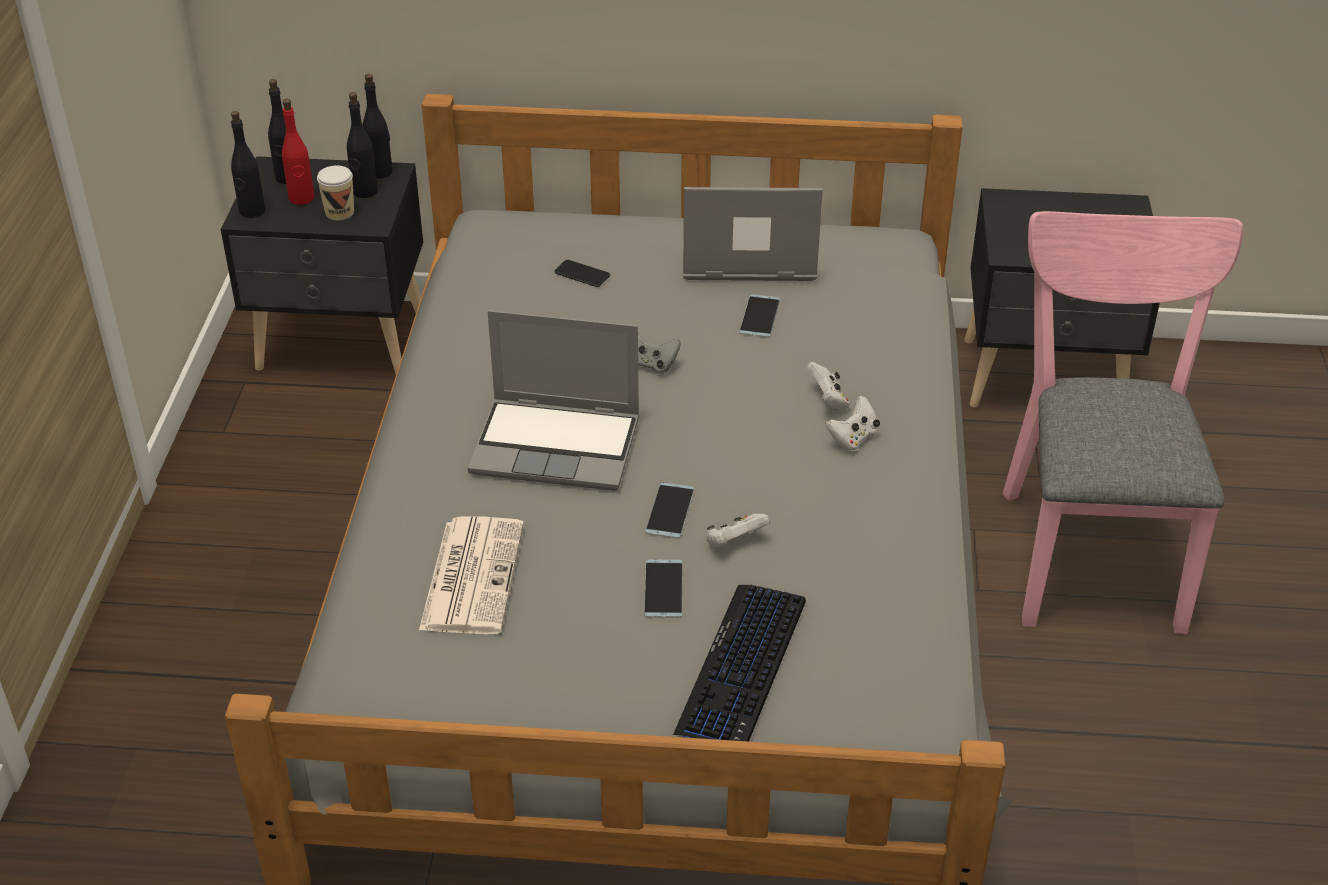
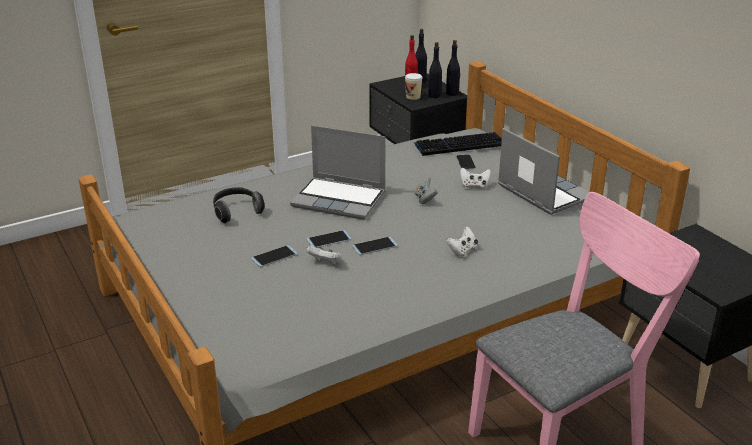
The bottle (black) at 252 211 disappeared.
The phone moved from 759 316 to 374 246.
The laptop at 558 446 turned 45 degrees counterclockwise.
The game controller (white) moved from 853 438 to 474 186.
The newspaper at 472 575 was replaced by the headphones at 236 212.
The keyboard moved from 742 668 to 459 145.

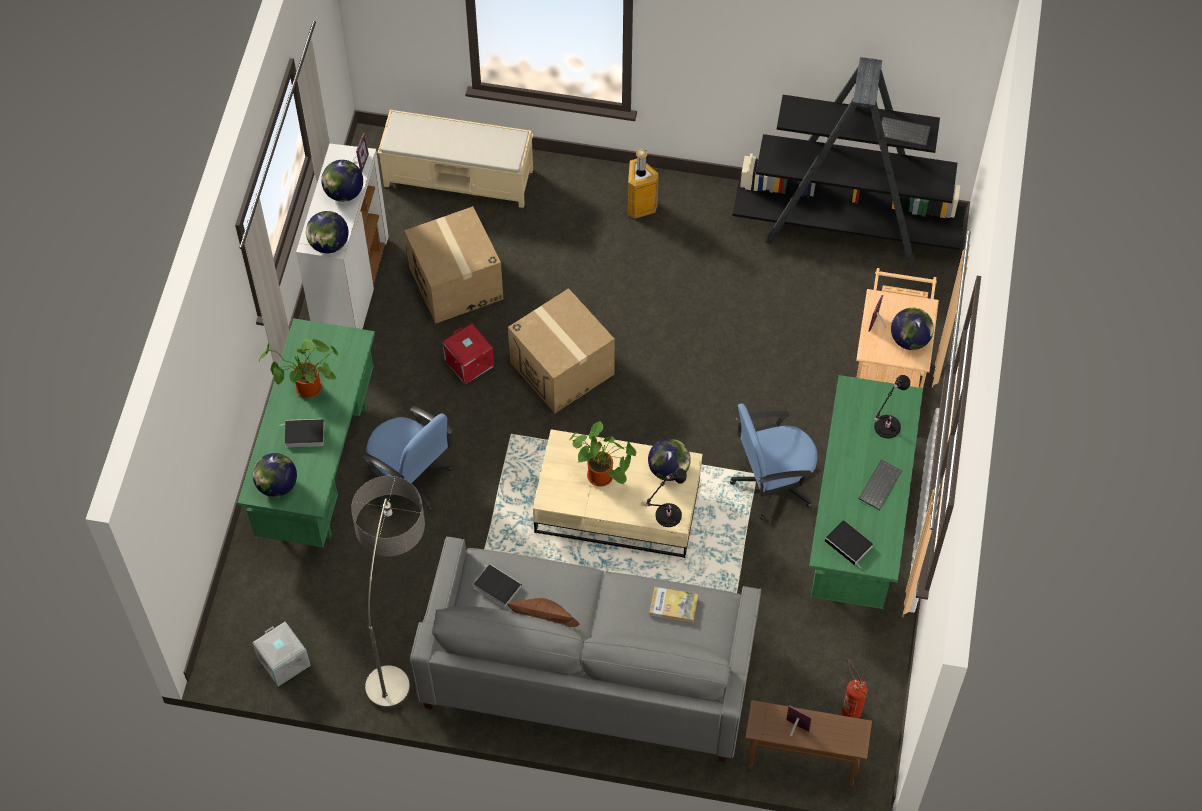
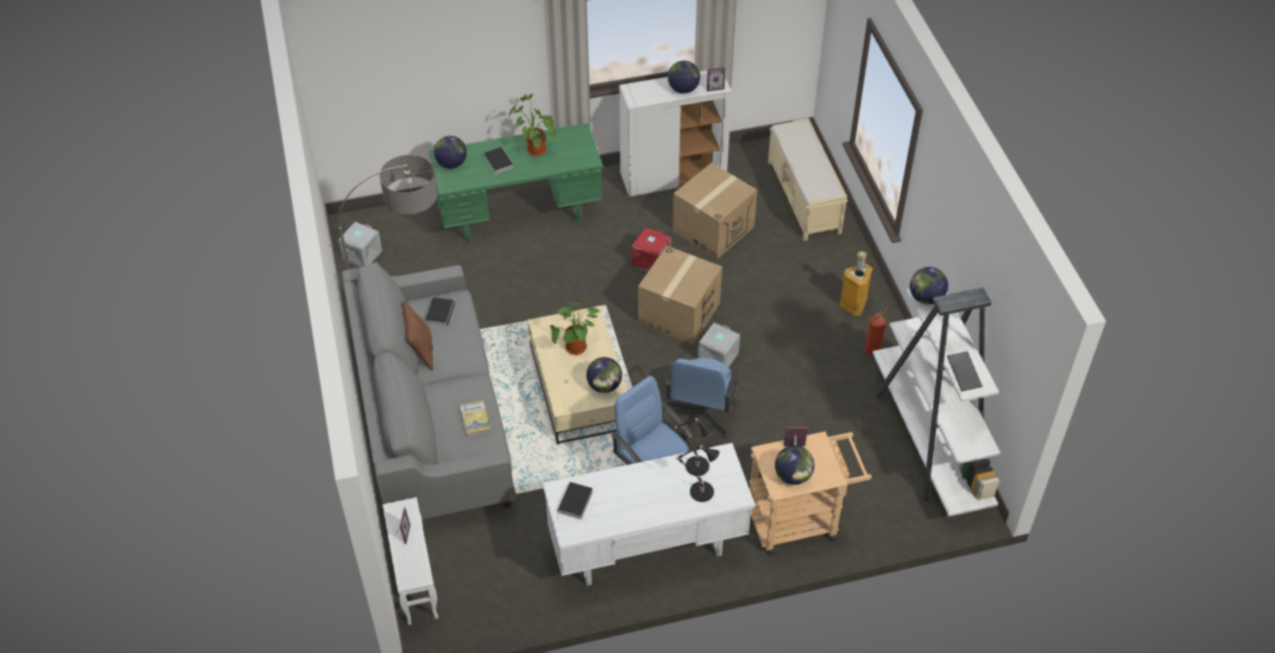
The bookcase (black) at 846 227 became the bookcase (white) at 929 442.
The globe moved from 329 244 to 926 298.
The desk (green) at 857 526 became the desk (white) at 646 548.
The office chair (blue) moved from 409 480 to 701 415.
The keyboard at 879 484 disappeared.
The table lamp (black) moved from 666 516 to 695 465.
The fire extinguisher moved from 848 707 to 874 348.
The side table (brown) at 802 761 became the side table (white) at 415 582.
The storage box (grey) at 718 358 appeared.

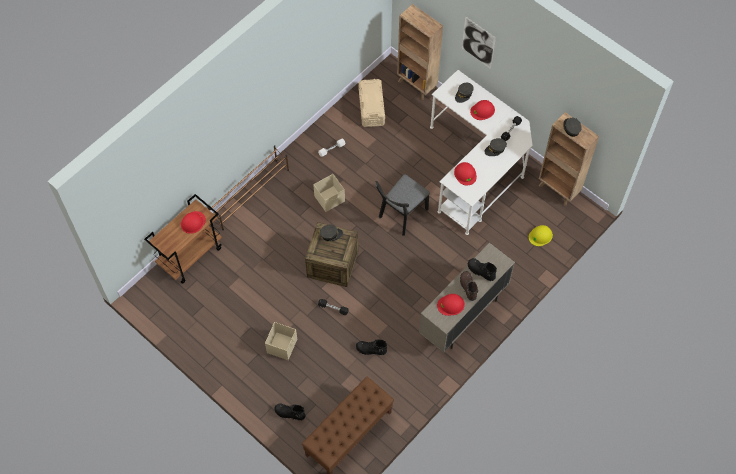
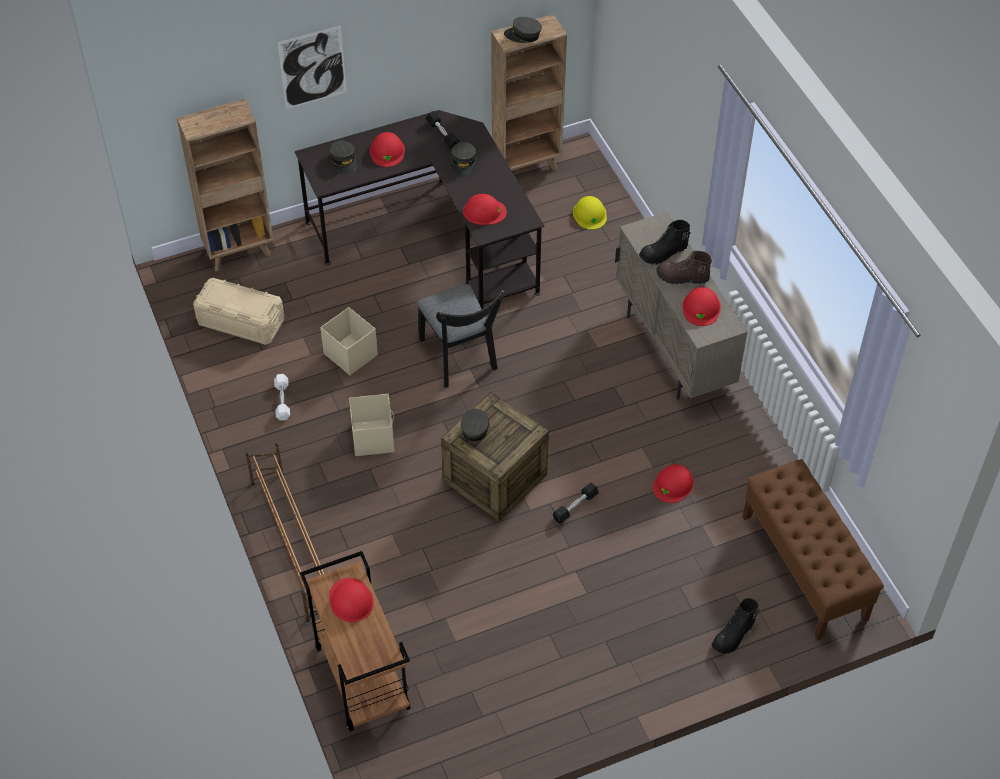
The desk (white) at 477 167 became the desk (black) at 432 237.
The storage box (beige) moved from 282 346 to 350 354.
The boot (black) at 371 350 was replaced by the hard hat (red) at 673 484.

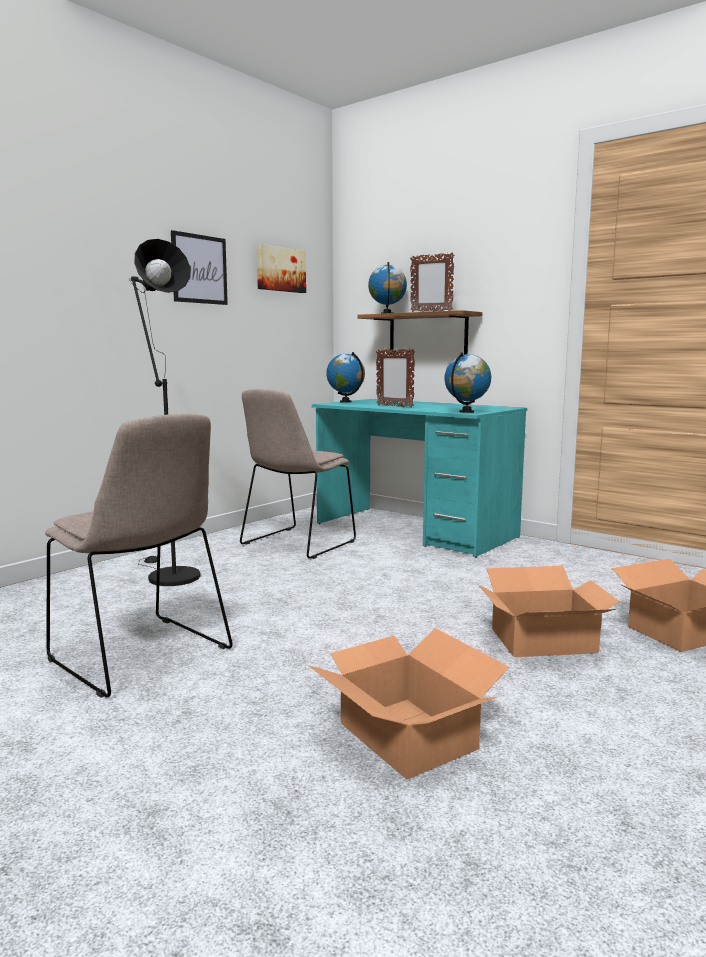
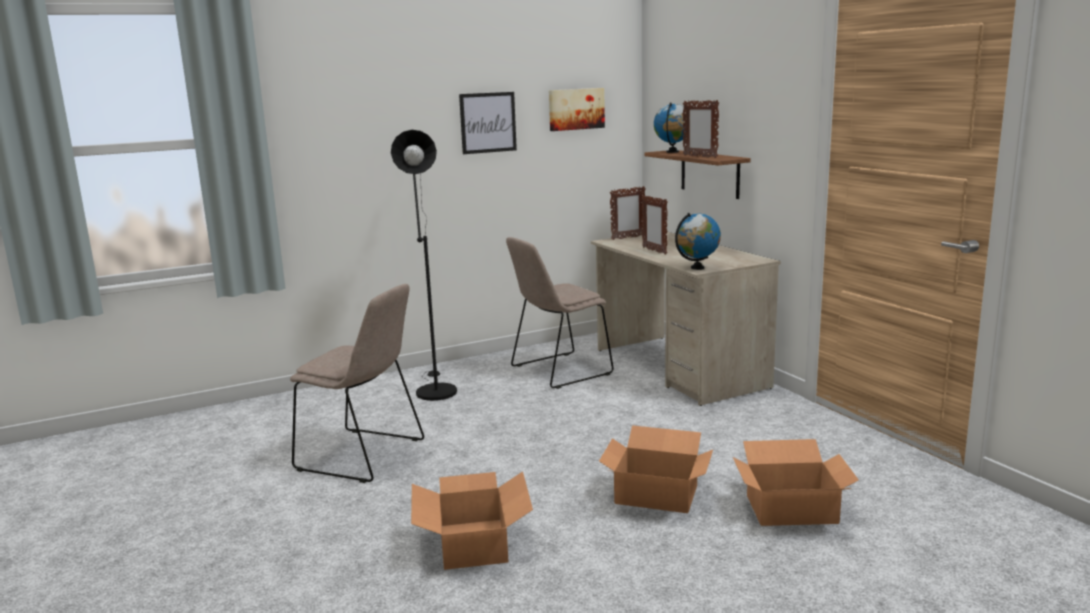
The globe at 345 402 was replaced by the picture frame at 628 238.
The desk (turquoise) at 414 530 became the desk (beige) at 678 368.
The chair (beige) at 142 656 turned 45 degrees counterclockwise.

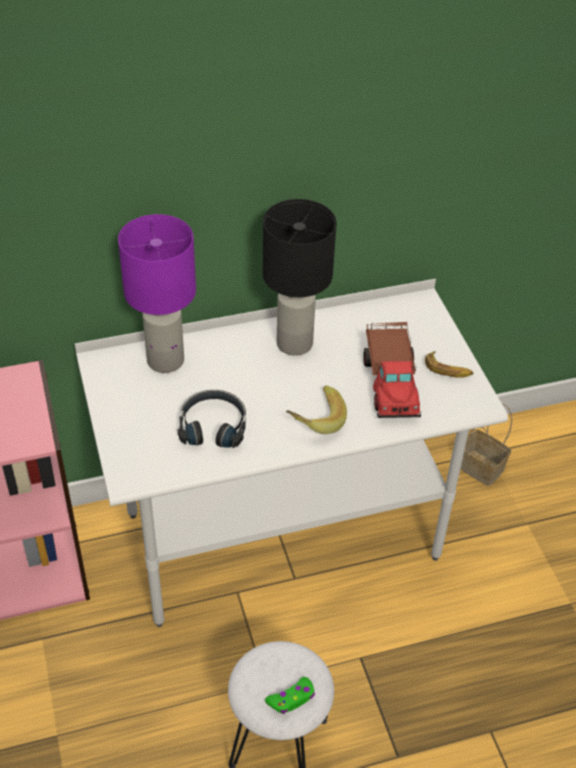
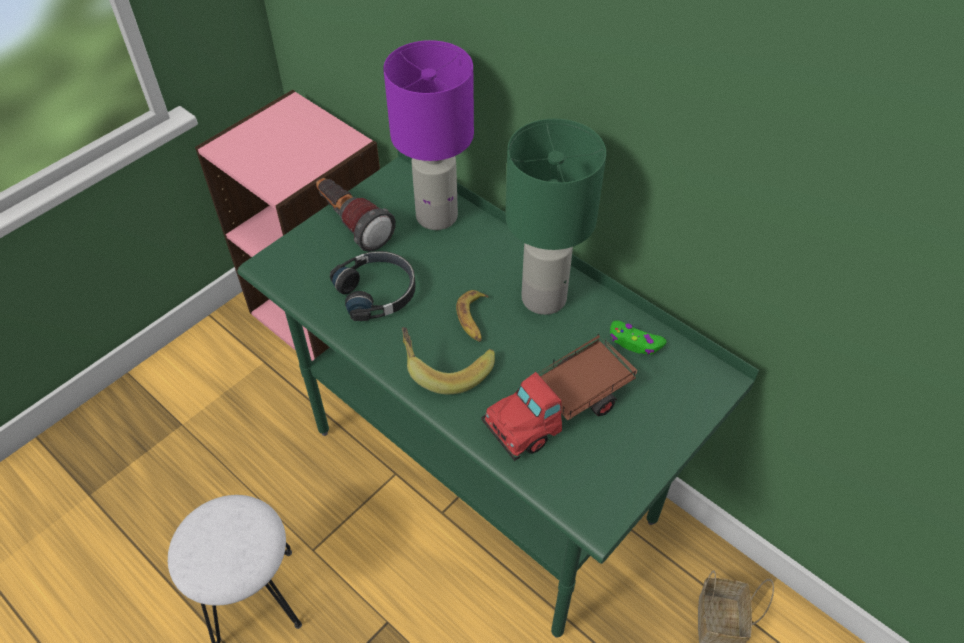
The table lamp (black) at 293 344 became the table lamp (green) at 542 297.
The desk (white) at 282 536 became the desk (green) at 483 475.
The banana moved from 448 369 to 474 320.
The game controller (green) moved from 291 699 to 635 342.
The flashlight at 352 224 appeared.

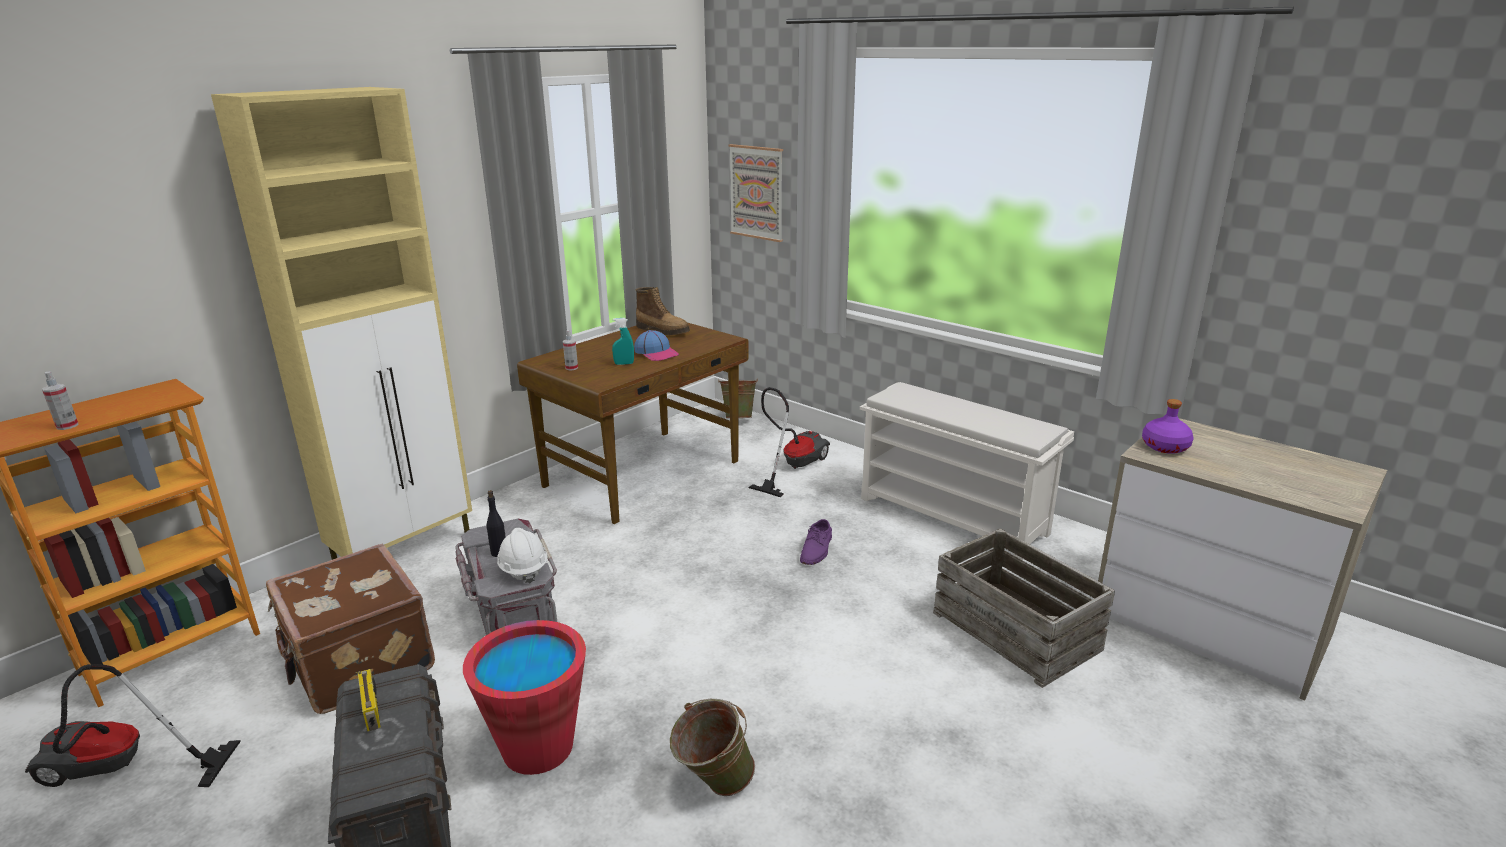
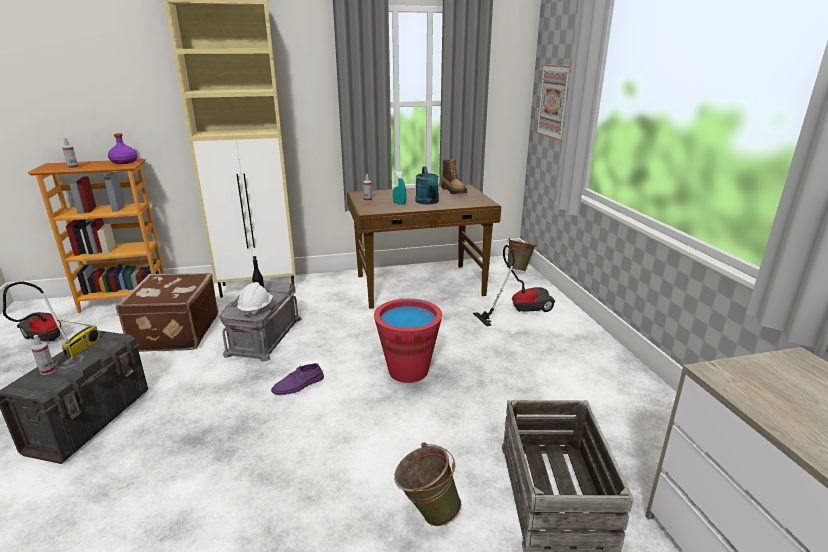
The cap at 657 353 was replaced by the watering can (turquoise) at 428 202.
The shoe rack (white) at 954 515 disappeared.
The bottle (purple) moved from 1165 447 to 124 162.
The shoe (purple) moved from 817 549 to 298 385.
The bucket (red) moved from 538 748 to 408 371.
The bucket (green) moved from 713 786 to 426 512.
The spray bottle at 48 371 appeared.

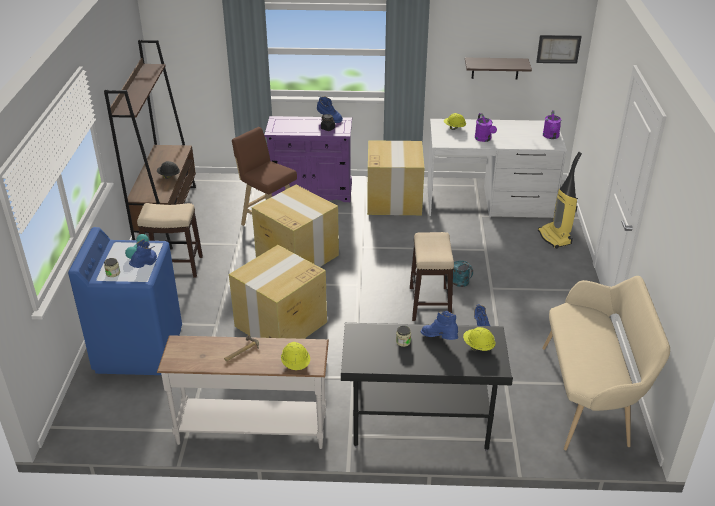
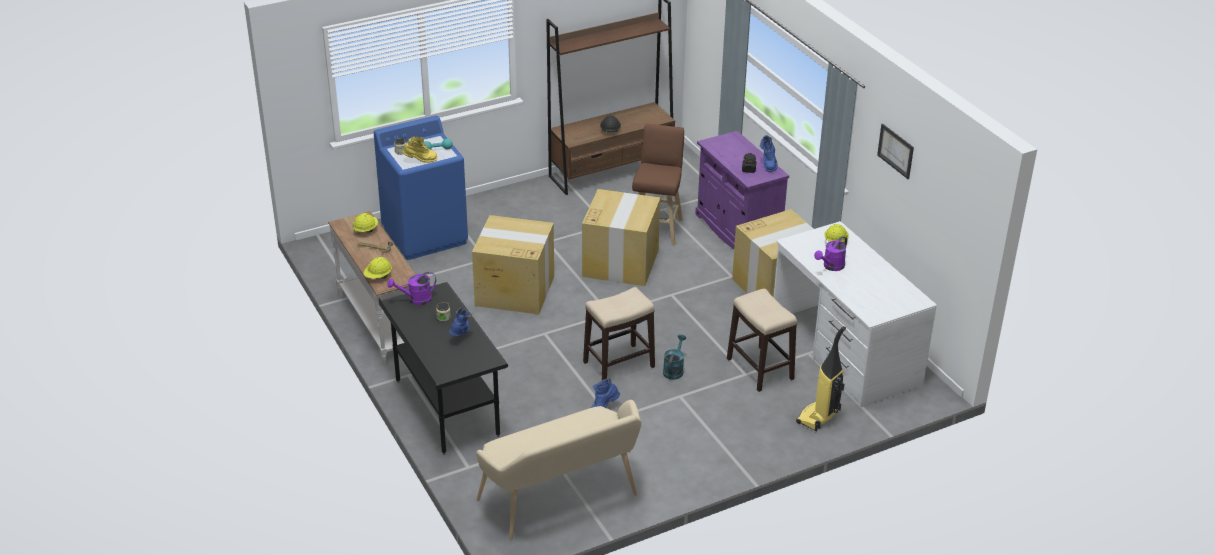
The picture moved from 558 49 to 896 151.
The shelf at 495 68 disappeared.
The watering can (purple) moved from 551 136 to 416 300.
The stool moved from 173 266 to 759 368.
The boot (blue) at 145 266 became the boot (yellow) at 420 161.
The hard hat (yellow) moved from 478 346 to 365 230.

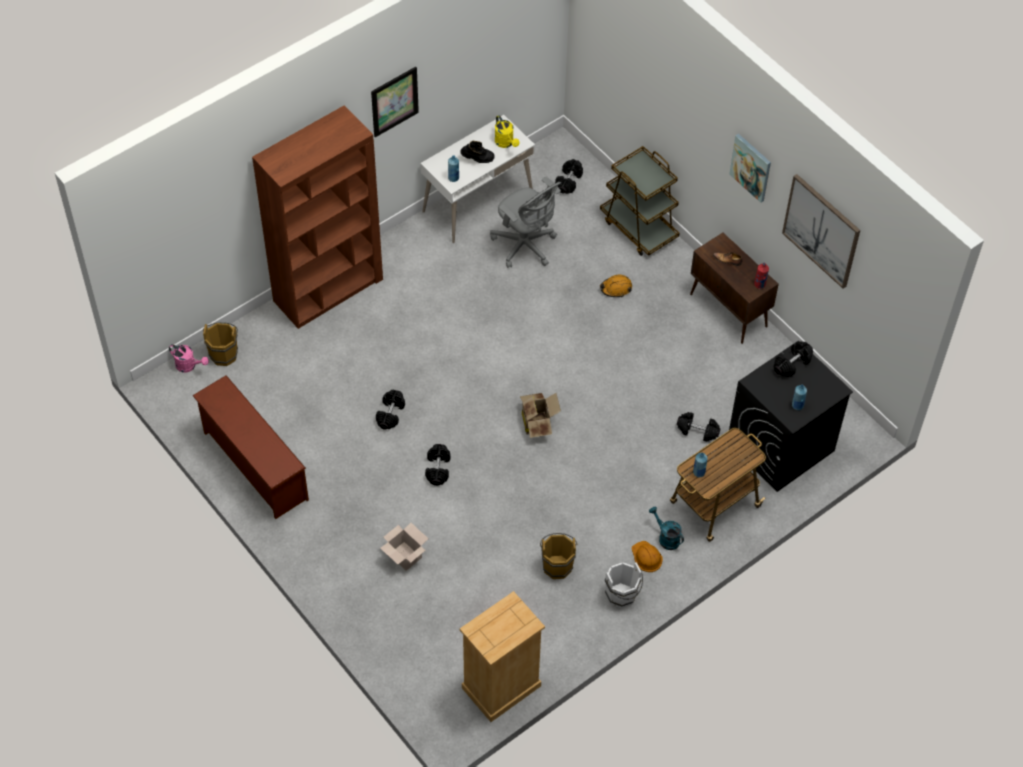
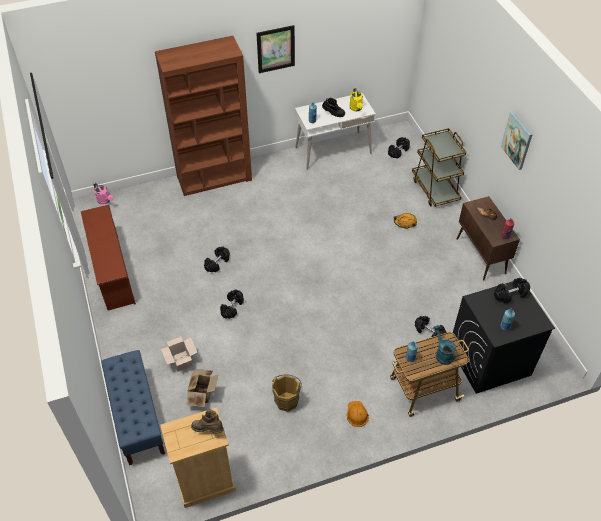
The picture at 821 230 disappeared.
The office chair (grey) at 525 246 disappeared.
The bucket (brown) at 224 353 disappeared.
The cardboard box moved from 538 422 to 203 393.
The watering can (turquoise) moved from 666 537 to 442 354.
The bucket (white) at 622 597 disappeared.
The bench (blue) at 137 417 appeared.
The boot (brown) at 208 429 appeared.

